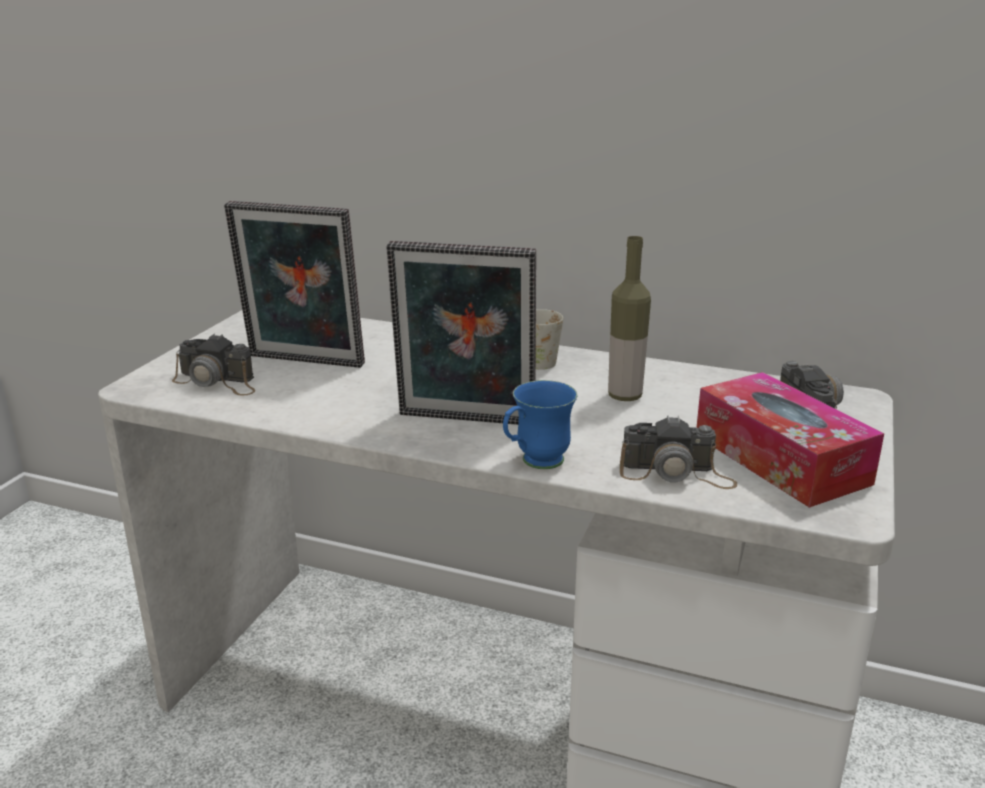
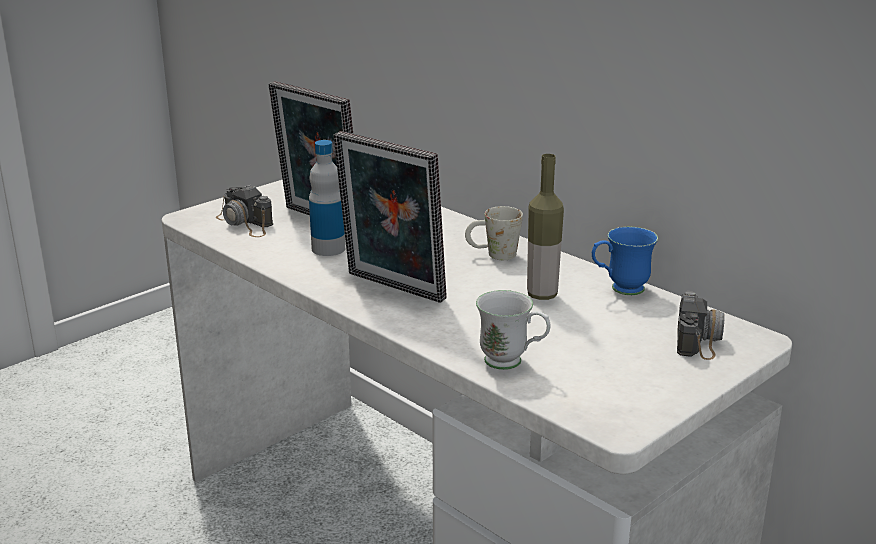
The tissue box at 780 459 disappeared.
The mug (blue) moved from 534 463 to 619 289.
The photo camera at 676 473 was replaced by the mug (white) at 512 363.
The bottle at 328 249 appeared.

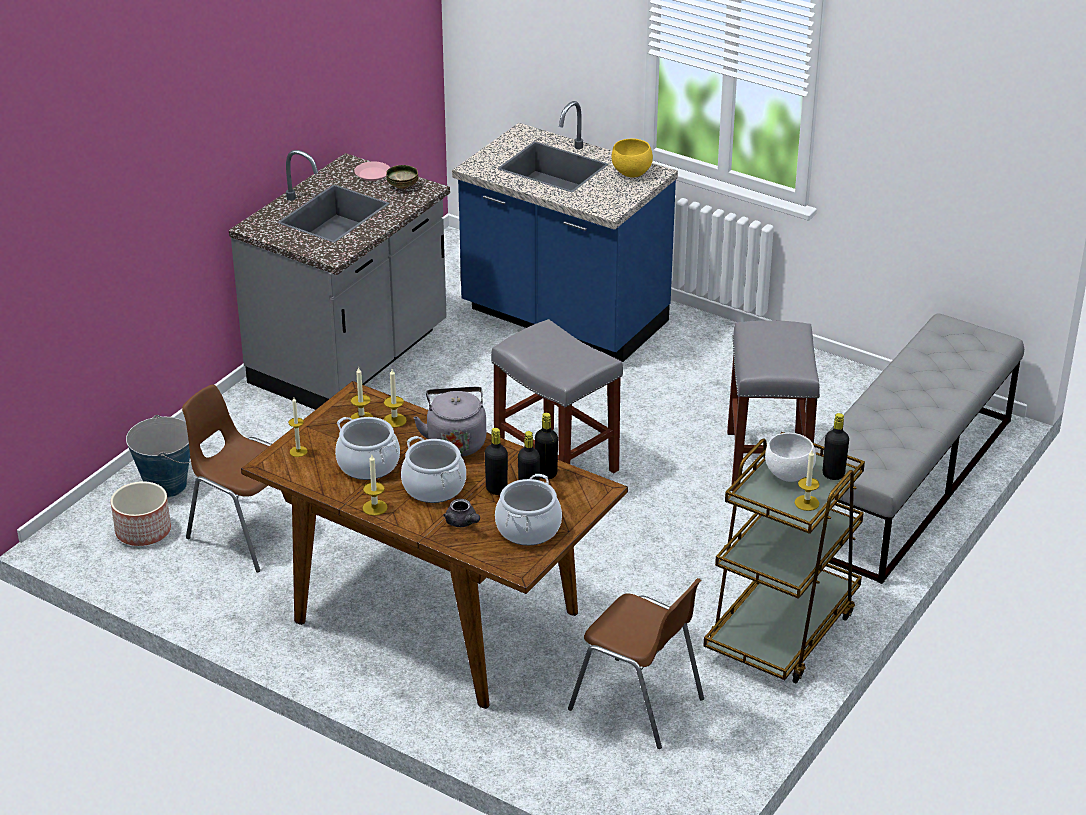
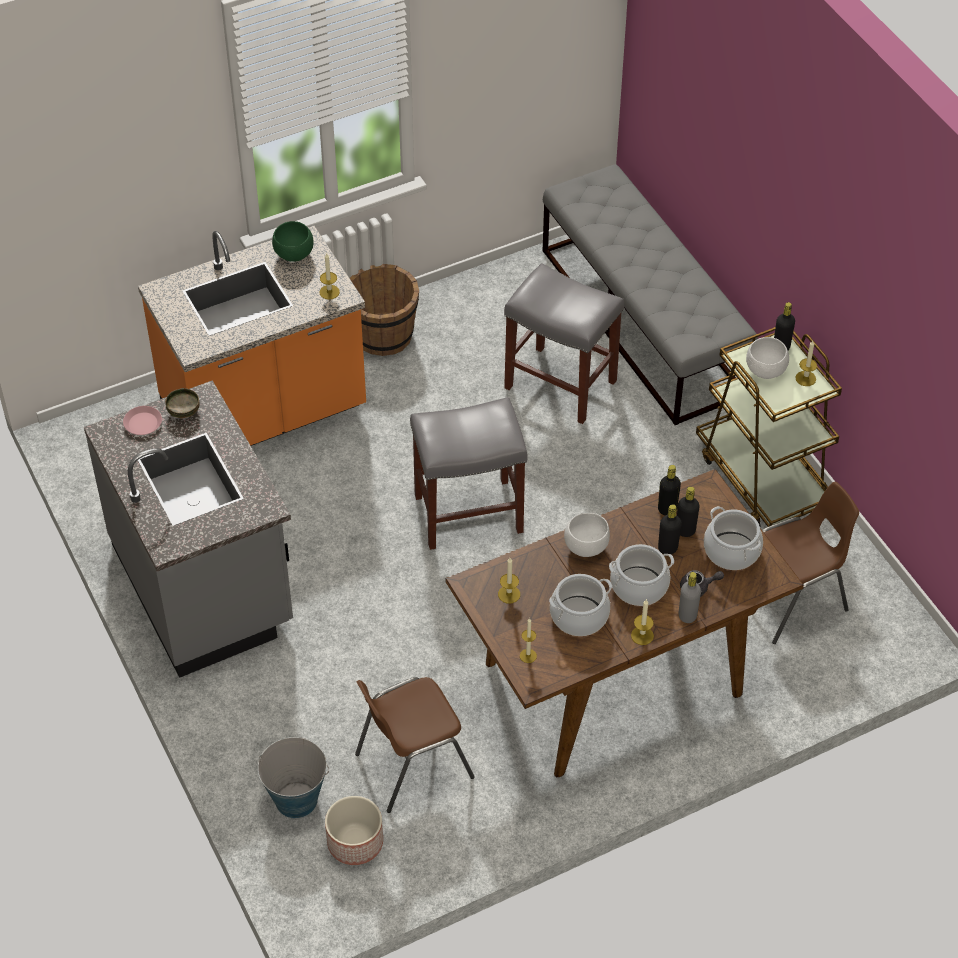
The counter (blue) at 563 319 became the counter (orange) at 265 413.
The bowl (yellow) at 631 173 became the bowl (green) at 295 255.
The candle moved from 394 420 to 329 292.
The kettle (grey) at 455 442 was replaced by the bowl (white) at 585 546.
The bucket (brown) at 383 336 appeared.
The bottle (grey) at 687 615 appeared.

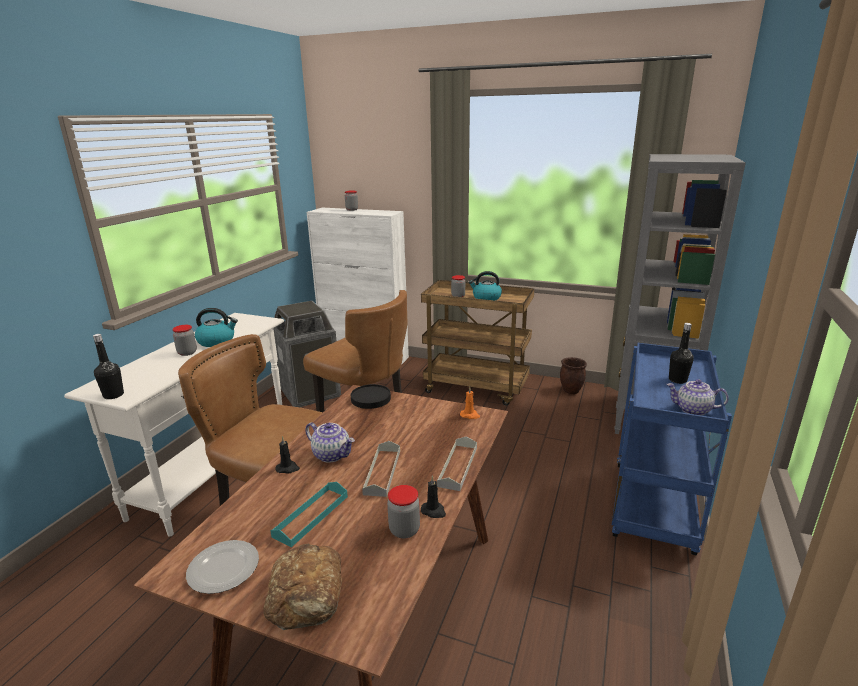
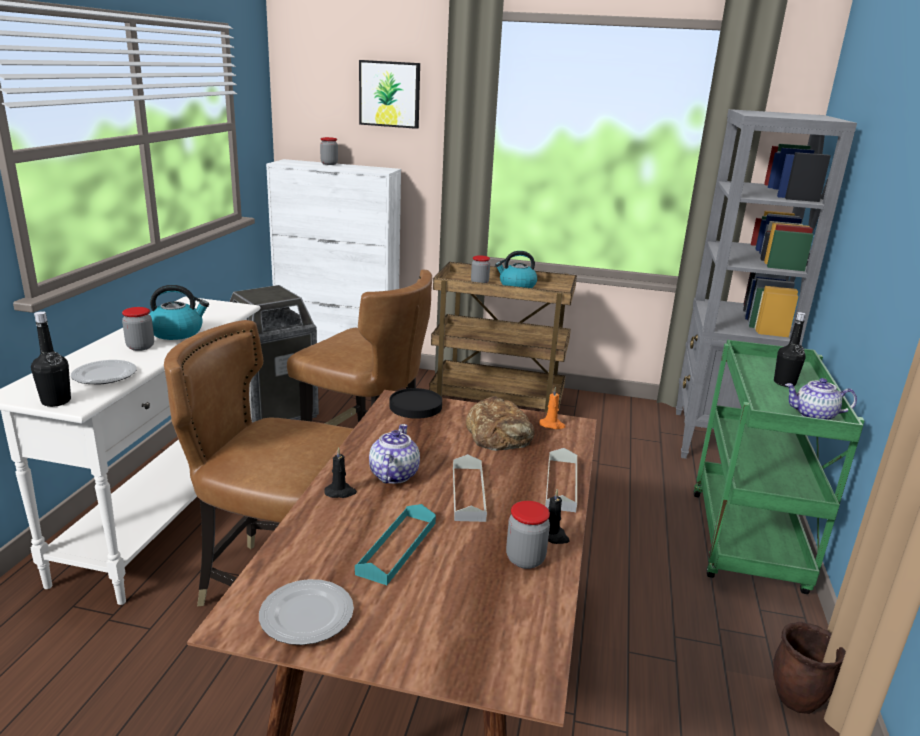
The cart (blue) at 654 509 became the cart (green) at 748 544.
The planter (brown) moved from 571 391 to 797 700.
The teapot at 332 455 turned 105 degrees counterclockwise.
The bread moved from 307 593 to 500 433.
The picture at 390 94 appeared.
The plate at 104 375 appeared.

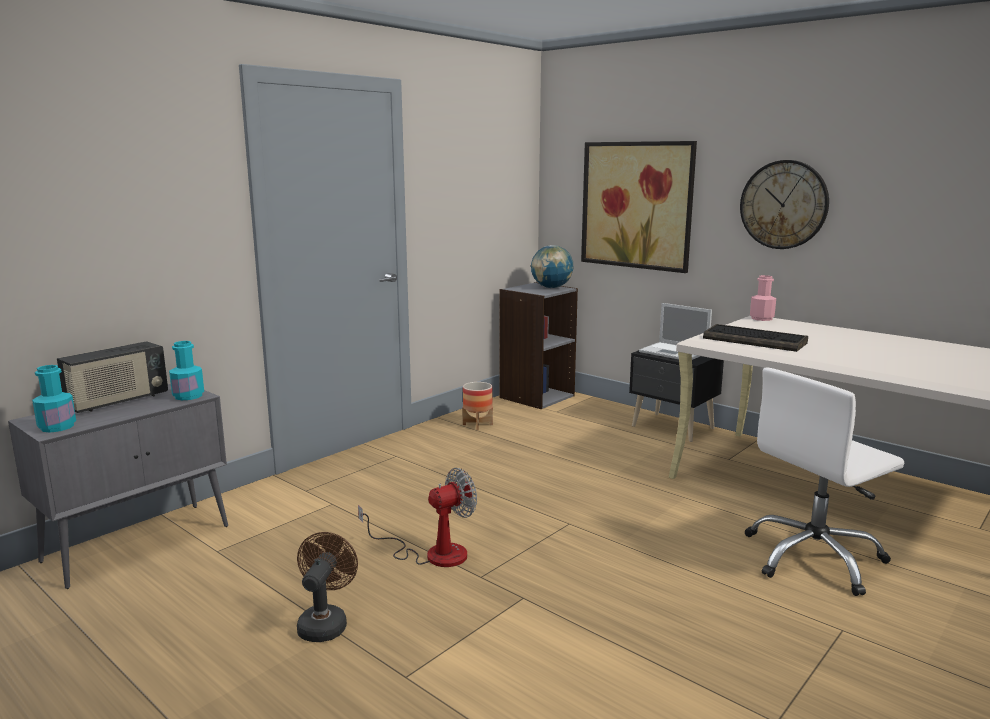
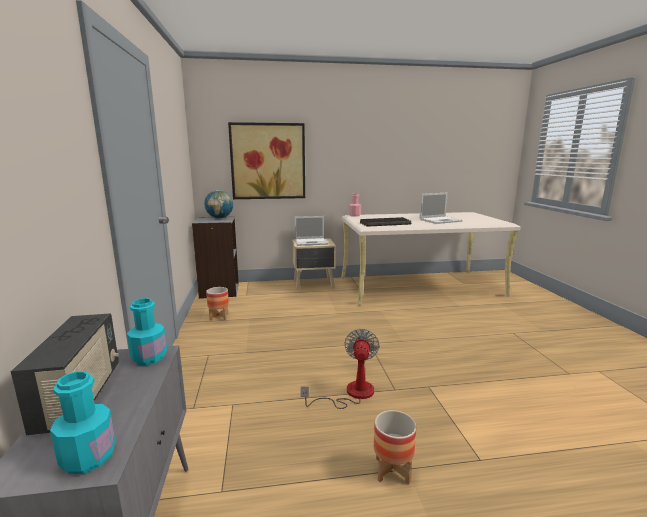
The wall clock at 783 204 disappeared.
The nightstand (black) at 673 428 became the nightstand (beige) at 314 284.
The office chair (white) at 814 558 disappeared.
The fan (brown) at 325 623 was replaced by the planter at 392 470.
The laptop at 441 220 appeared.

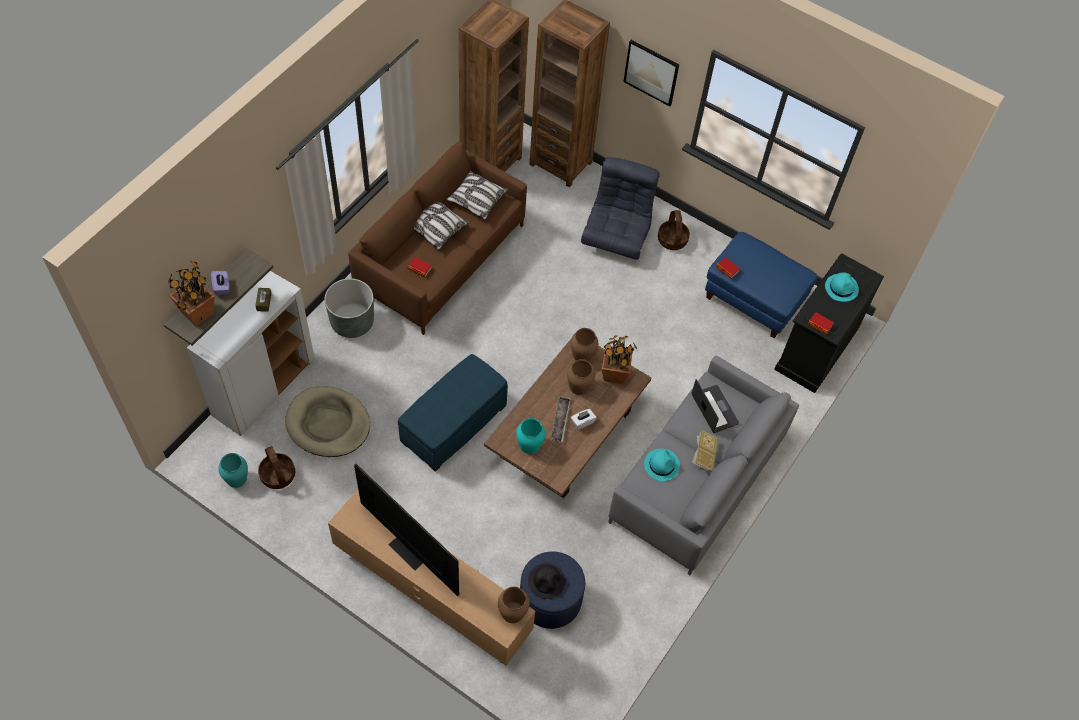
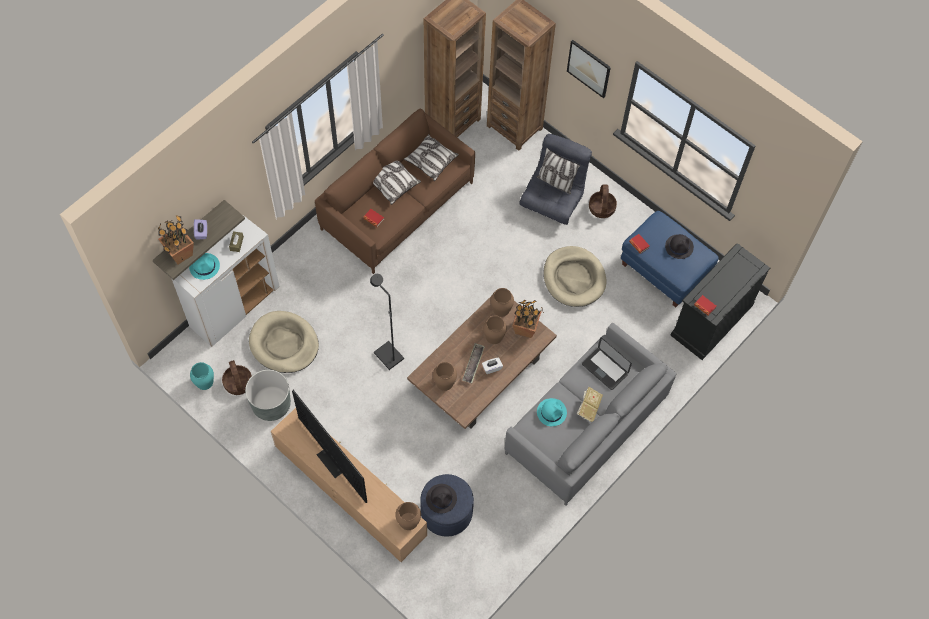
The hat (turquoise) moved from 841 288 to 204 266.
The planter (grey) moved from 352 322 to 271 404.
The ottoman (blue) at 453 425 was replaced by the floor lamp (black) at 388 356.
The laptop at 714 409 turned 150 degrees clockwise.
The vase (turquoise) at 529 444 became the vase (brown) at 444 382.
The pillow at 555 182 appeared.
The hat (black) at 679 246 appeared.
The dog bed (beige) at 574 278 appeared.

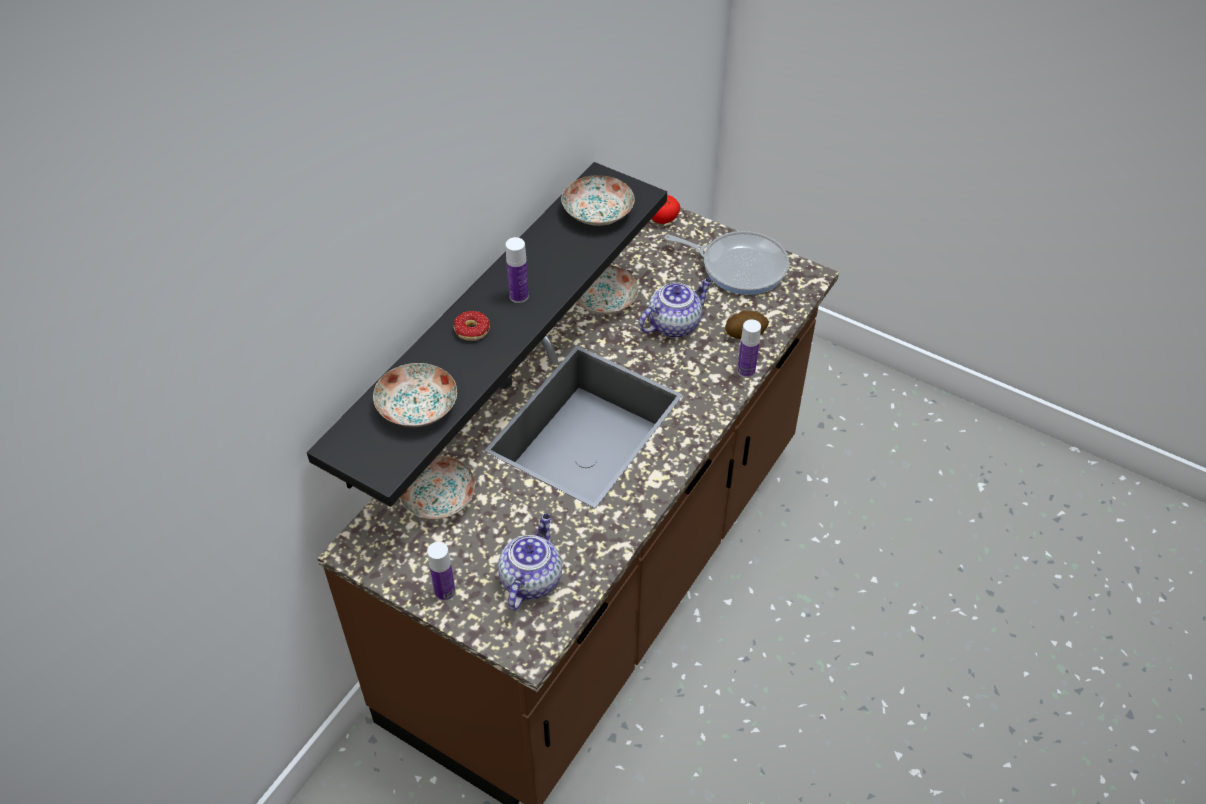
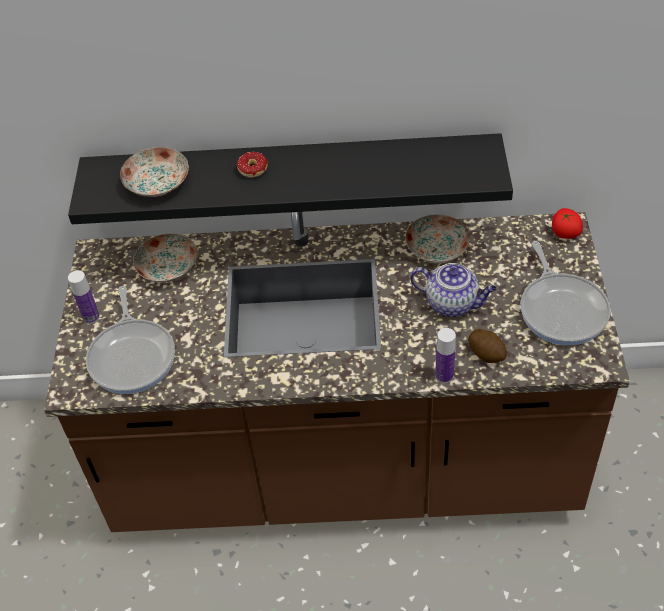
The plate at 598 212 disappeared.
The bottle at 518 296 disappeared.
The teapot at 531 579 was replaced by the frying pan at 133 356.

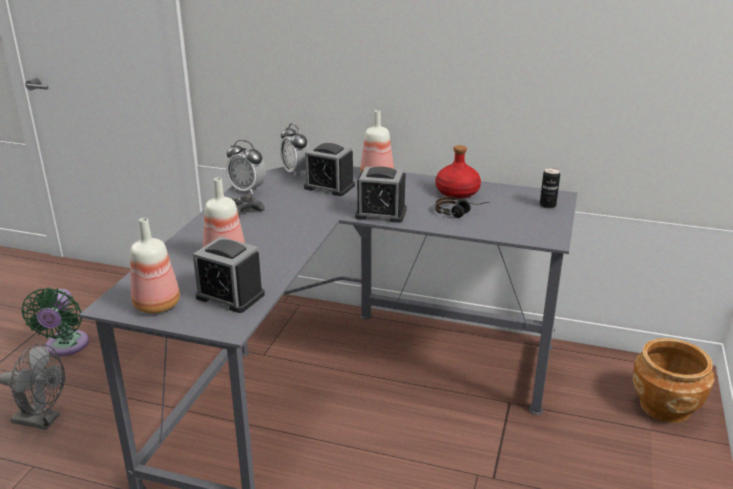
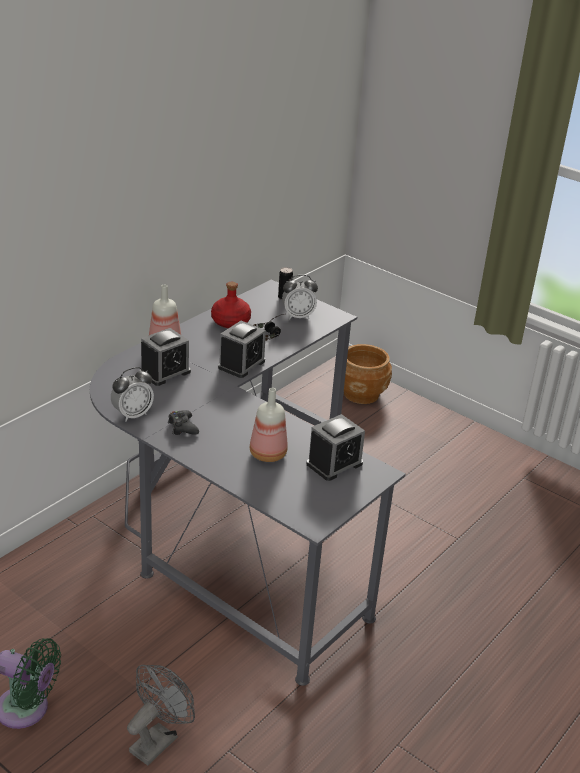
The alarm clock moved from 296 172 to 298 316.
The bottle at 157 304 disappeared.

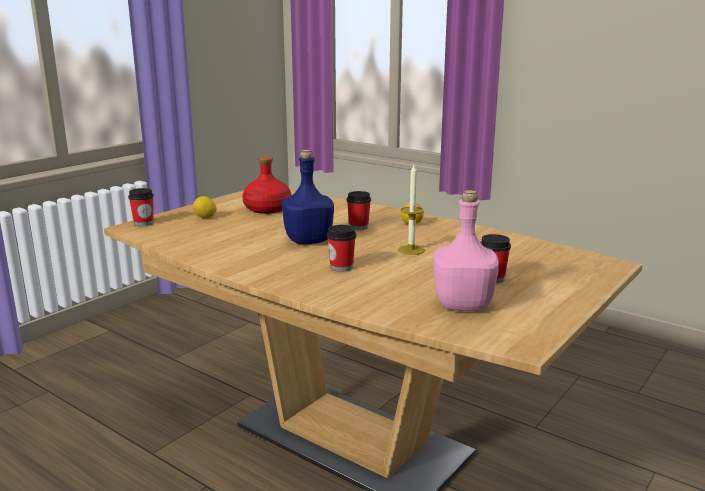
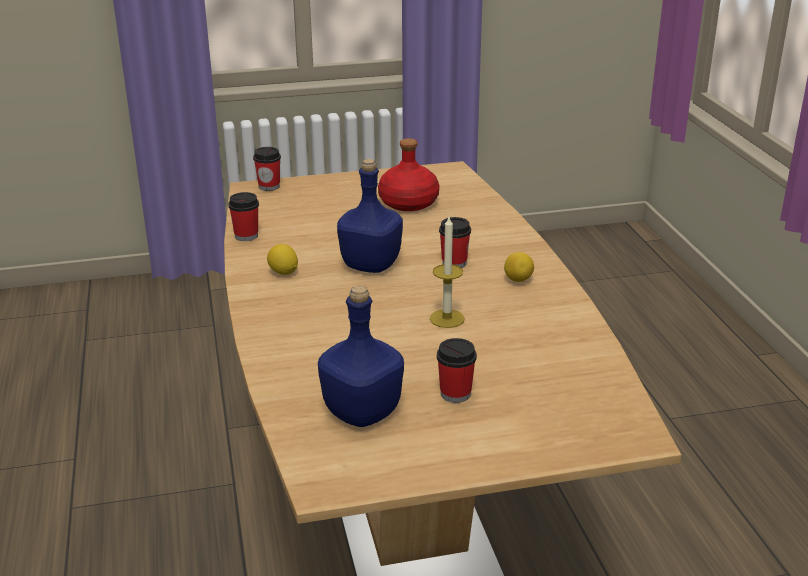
The bottle (pink) at 463 305 became the bottle (blue) at 361 413.
The lemon moved from 205 217 to 283 272.
The cup moved from 341 267 to 246 236.

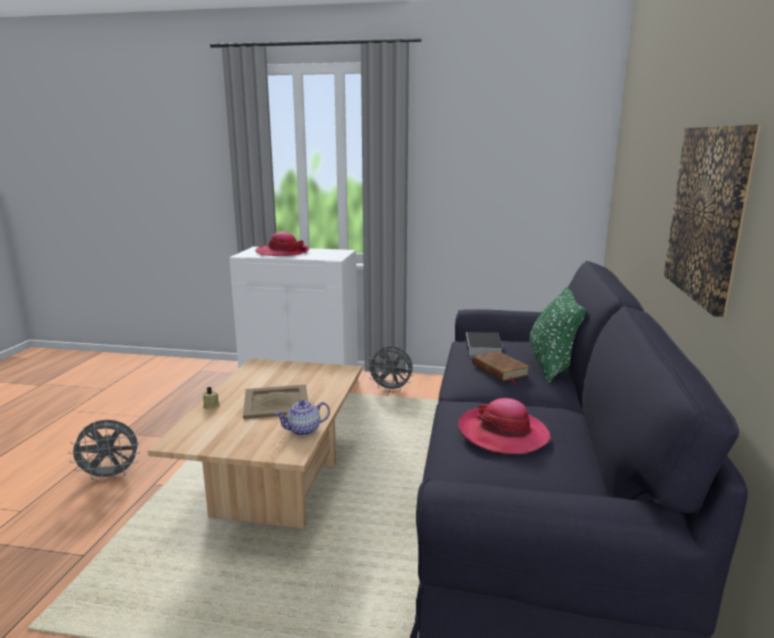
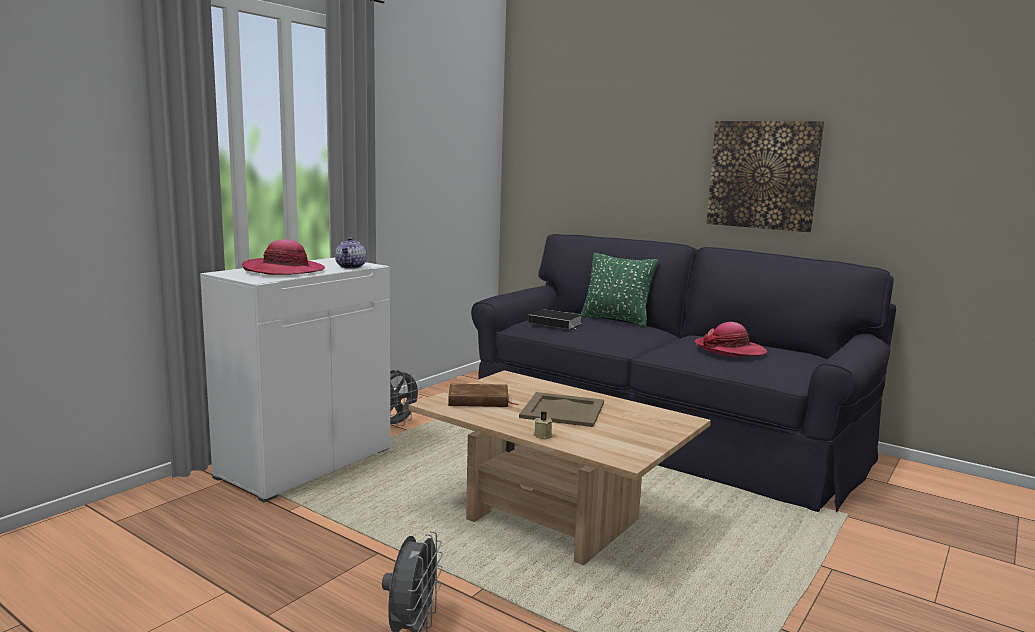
The book (brown) moved from 499 370 to 478 400.
The teapot moved from 303 430 to 351 267.

